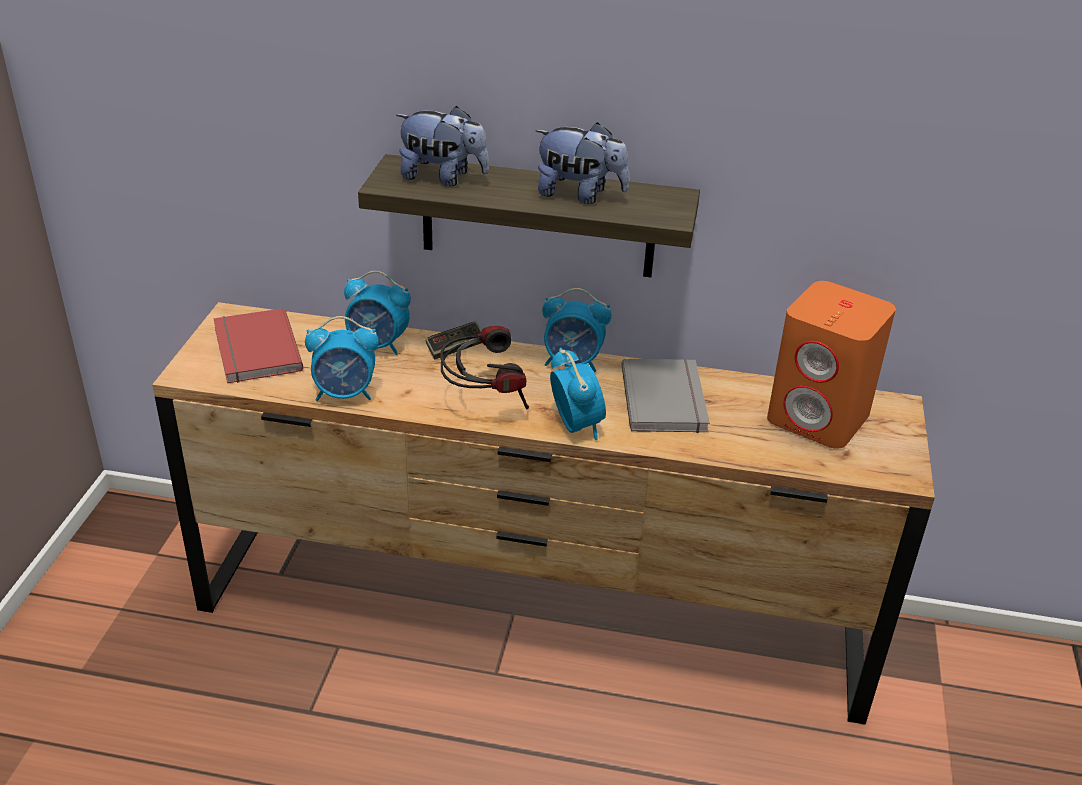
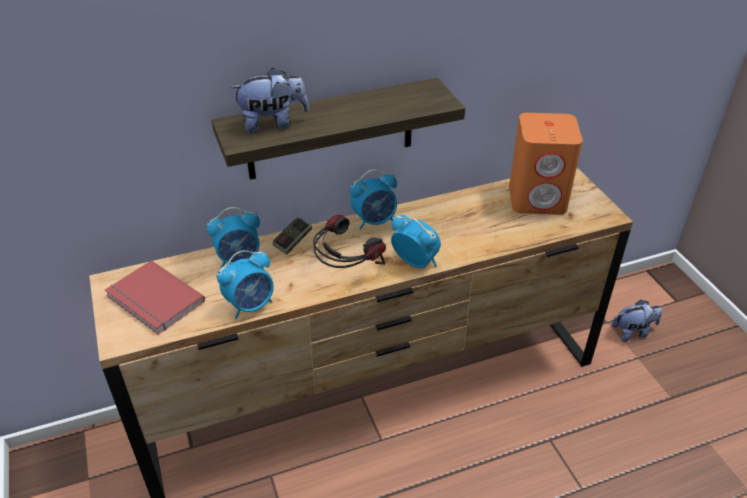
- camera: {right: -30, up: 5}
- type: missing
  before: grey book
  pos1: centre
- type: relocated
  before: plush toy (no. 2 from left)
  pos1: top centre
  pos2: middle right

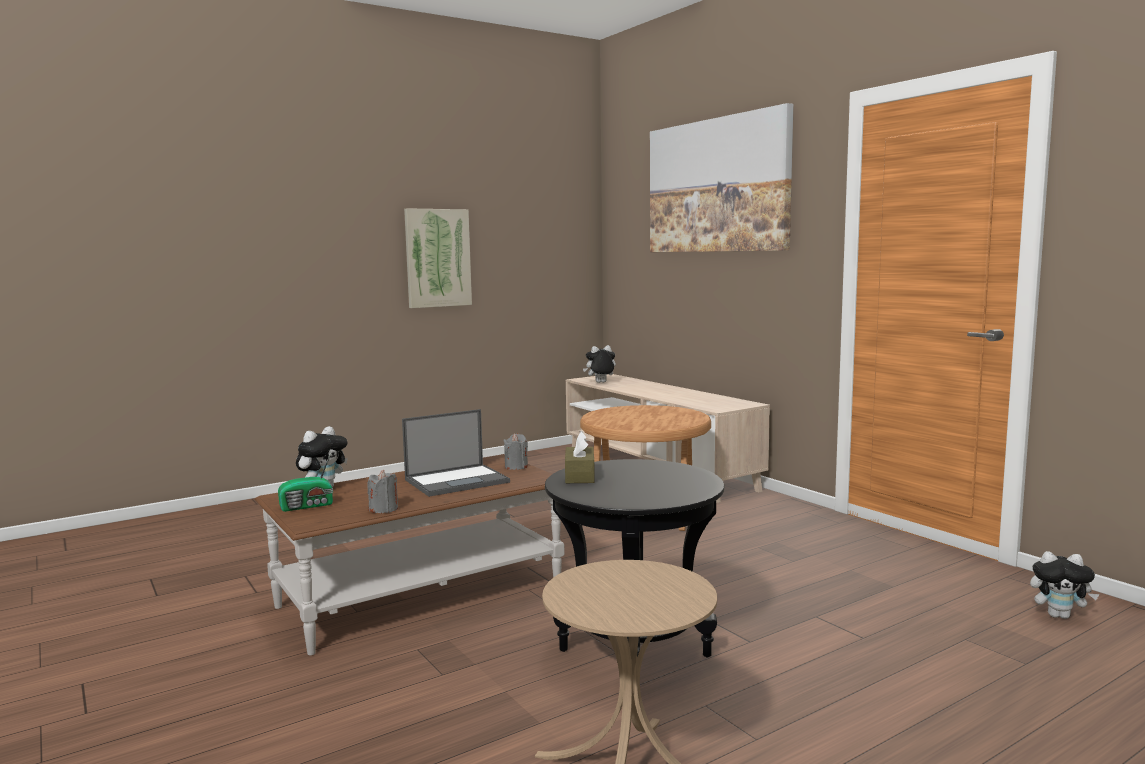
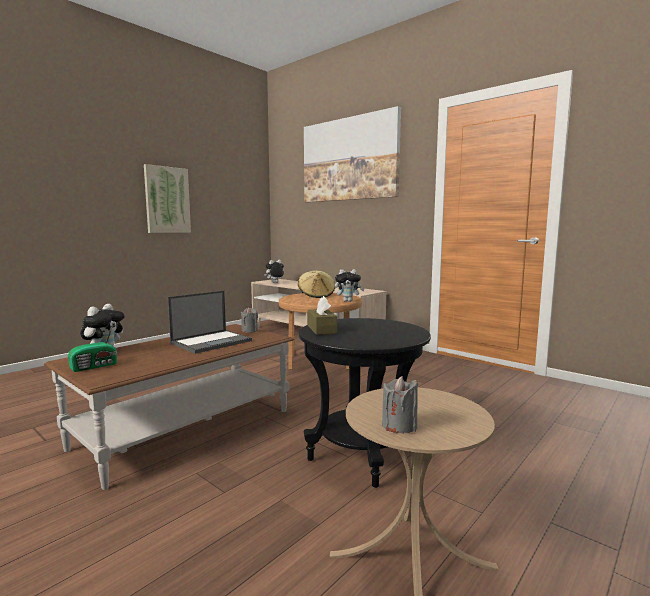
- camera: {right: -15, up: 0}
- type: appeared
  after: beige hat
  pos2: centre
- type: relocated
  before: grey candle (no. 1 from left in the first image)
  after: grey candle (no. 2 from left)
  pos1: centre
  pos2: bottom centre
- type: relocated
  before: plush toy (no. 3 from left)
  pos1: bottom right
  pos2: centre

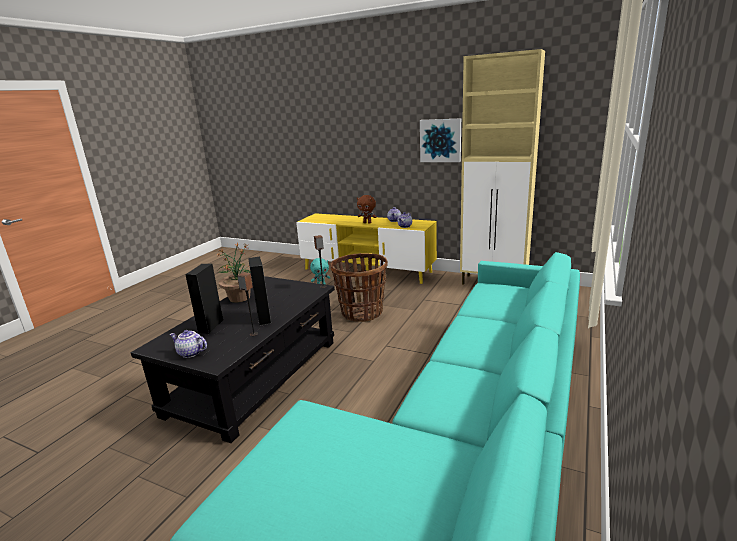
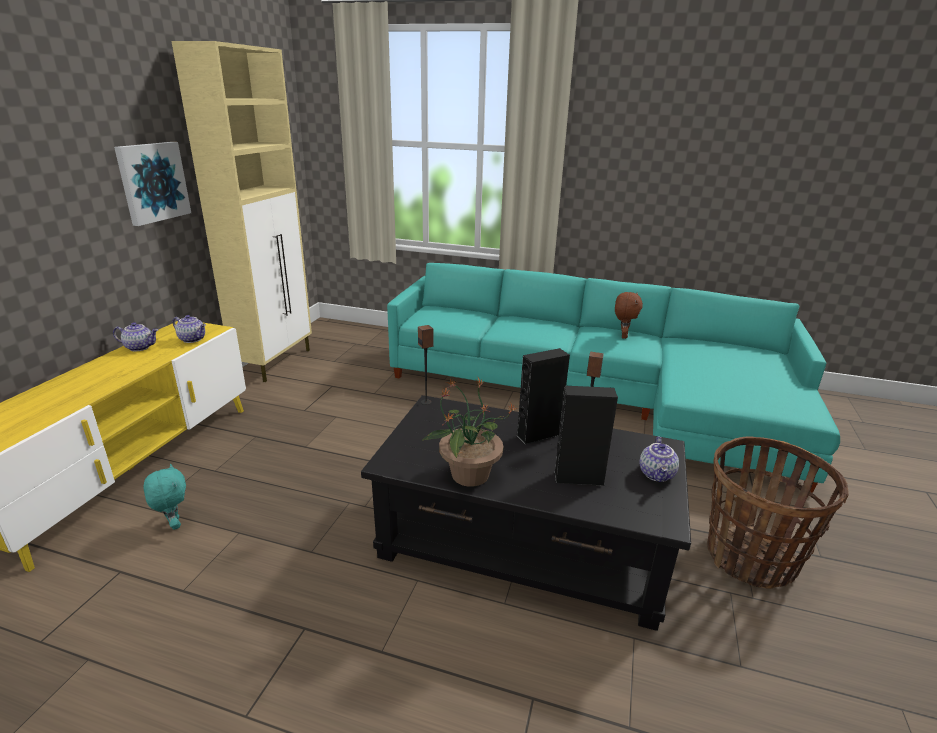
- camera: {right: -100, up: 5}
- type: relocated
  before: basket
  pos1: centre
  pos2: bottom right
- type: relocated
  before: brown plush toy
  pos1: centre
  pos2: middle right

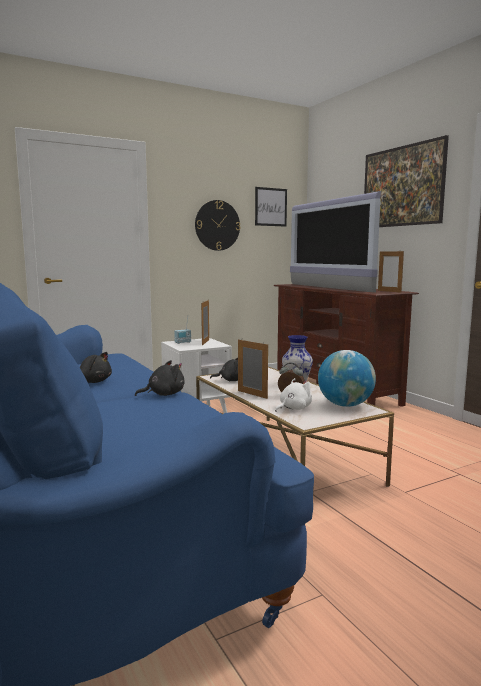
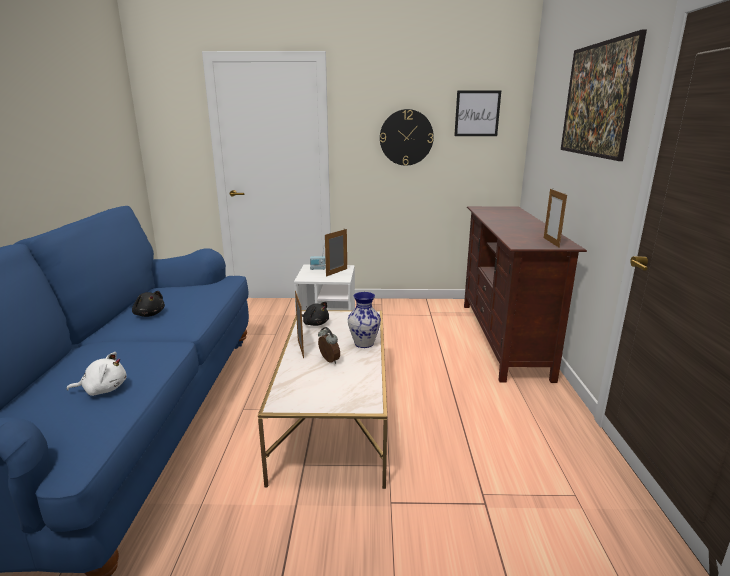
- camera: {right: 30, up: 10}
- type: missing
  before: black plush toy (no. 2 from left)
  pos1: middle left
- type: missing
  before: television
  pos1: middle right
- type: missing
  before: globe
  pos1: middle right
- type: relocated
  before: white plush toy
  pos1: centre
  pos2: middle left

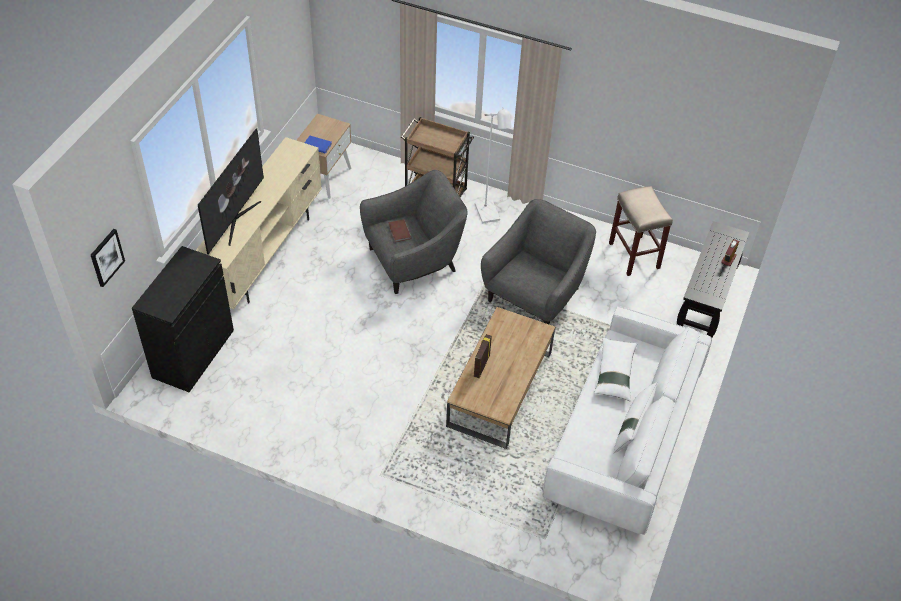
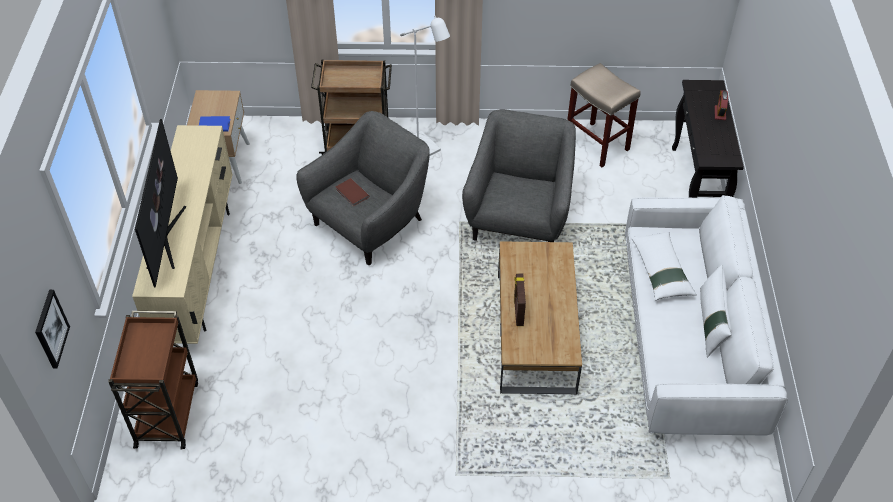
- camera: {right: -20, up: 0}
- type: exchanged
  before: black cabinet
  after: brown cart (no. 1 from left)
  pos1: middle left
  pos2: bottom left

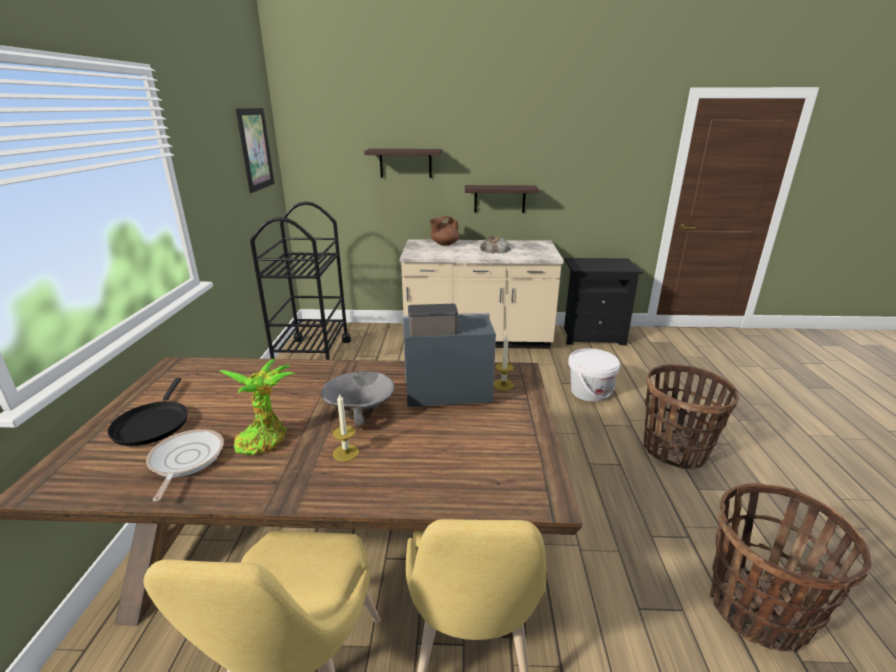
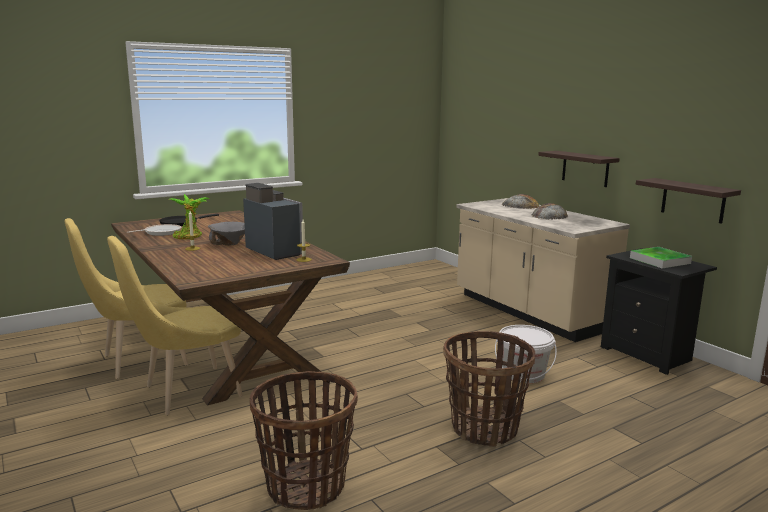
- camera: {right: 55, up: -10}
- type: missing
  before: picture
  pos1: top left
- type: missing
  before: black cart
  pos1: centre
- type: appeared
  after: tray
  pos2: middle right
- type: relocated
  before: shelf (no. 1 from left in the first image)
  after: shelf (no. 2 from left)
  pos1: top centre
  pos2: middle right
- type: exchanged
  before: brown teapot
  after: bread (no. 1 from left)
  pos1: centre
  pos2: middle right

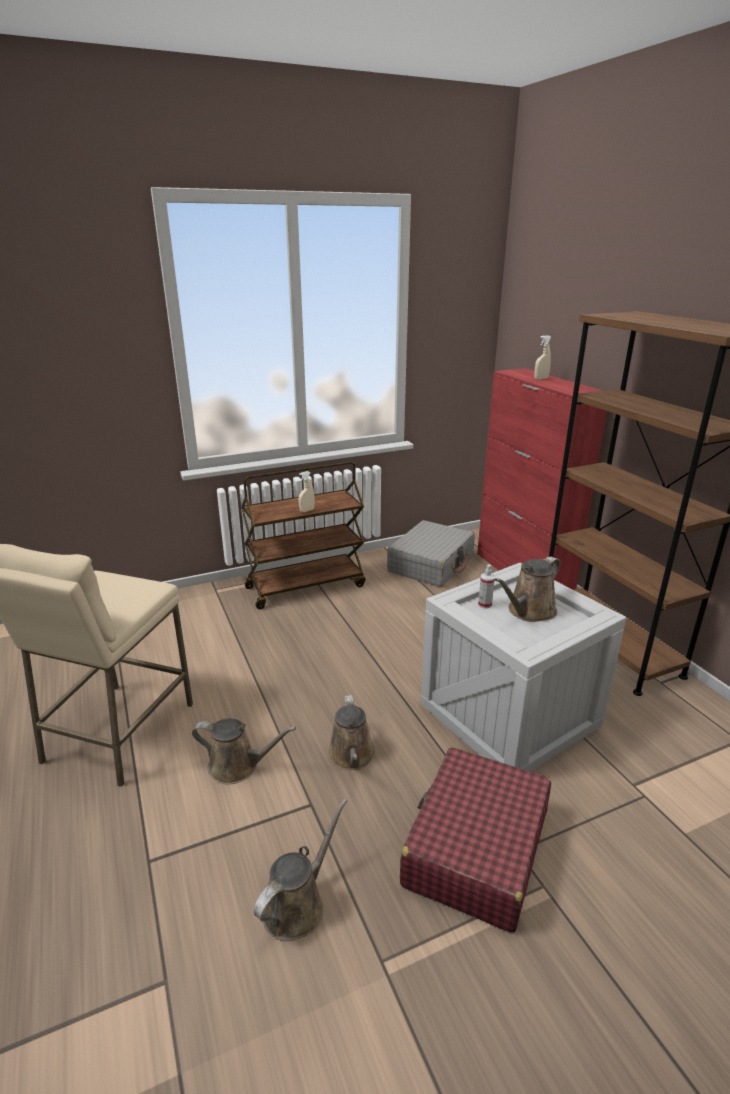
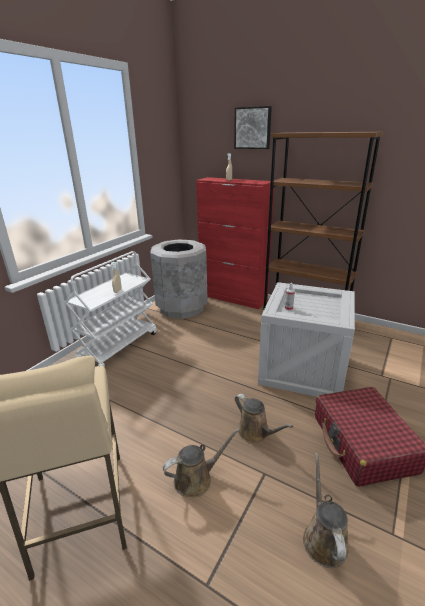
- camera: {right: -35, up: 0}
- type: missing
  before: brown watering can (no. 4 from left)
  pos1: middle right
- type: appeared
  after: picture
  pos2: top centre
- type: exchanged
  before: grey suitcase
  after: grey trash can
  pos1: centre
  pos2: centre
- type: colour
  before: brown cart
  after: white cart
  pos1: centre
  pos2: middle left

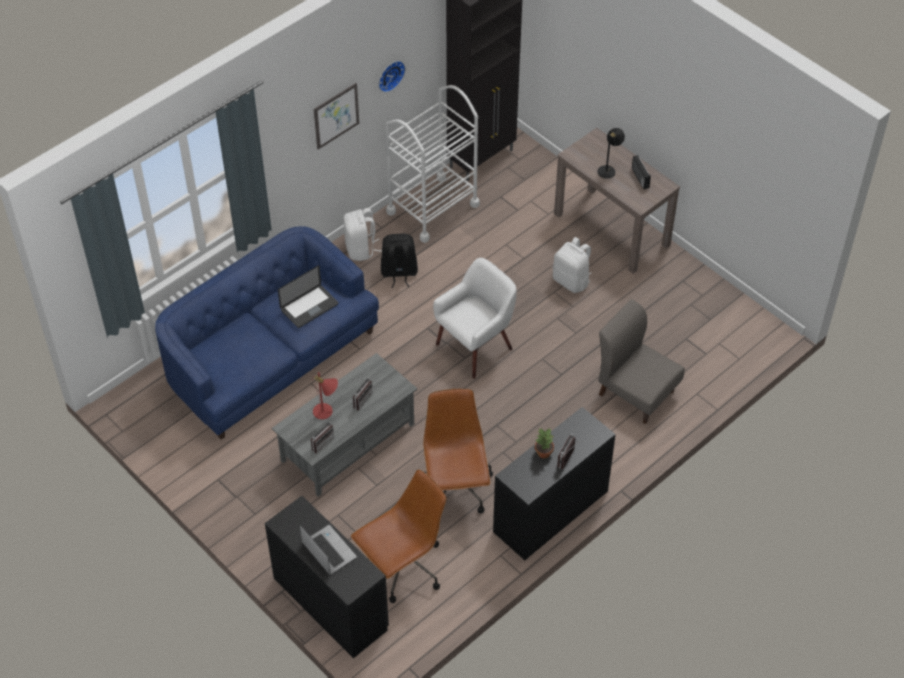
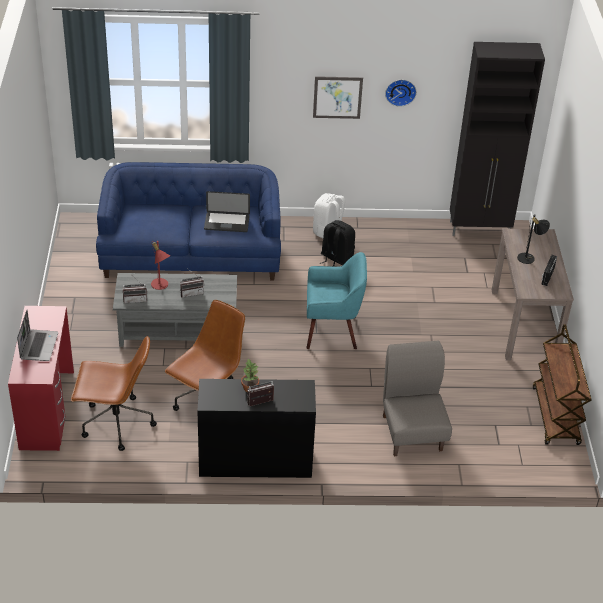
- camera: {right: 40, up: -10}
- type: missing
  before: white cart
  pos1: top centre
- type: missing
  before: white backpack (no. 2 from left)
  pos1: centre
- type: appeared
  after: brown cart
  pos2: middle right
- type: colour
  before: black desk (no. 1 from left)
  after: red desk
  pos1: bottom centre
  pos2: middle left
- type: colour
  before: white armchair
  after: turquoise armchair
  pos1: centre
  pos2: centre

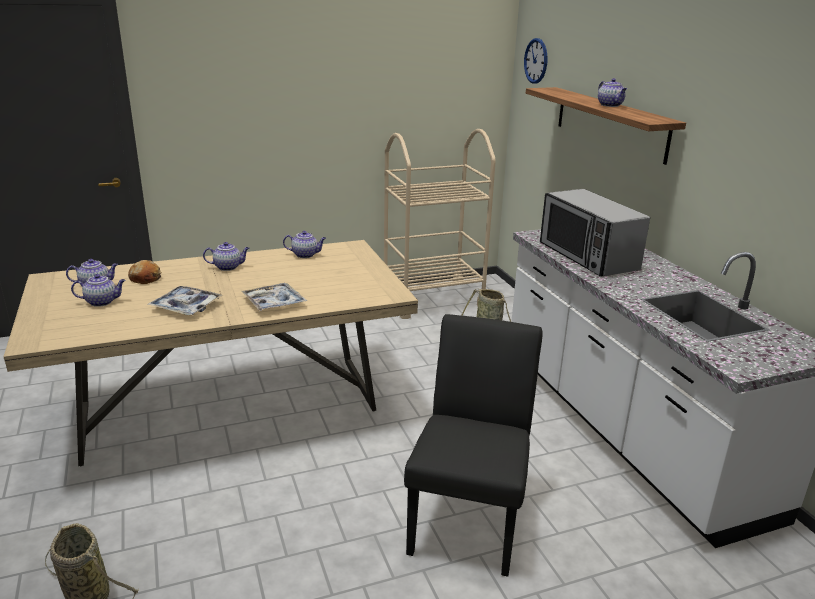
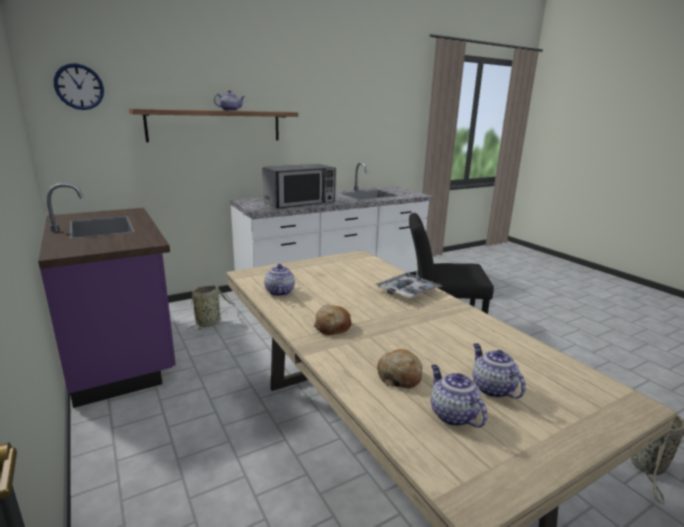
- camera: {right: -100, up: -5}
- type: missing
  before: tray (no. 1 from left)
  pos1: middle left
- type: exchanged
  before: teapot (no. 3 from left)
  after: bread (no. 1 from left)
  pos1: middle left
  pos2: centre
- type: exchanged
  before: beige cart
  after: purple counter
  pos1: centre
  pos2: middle left

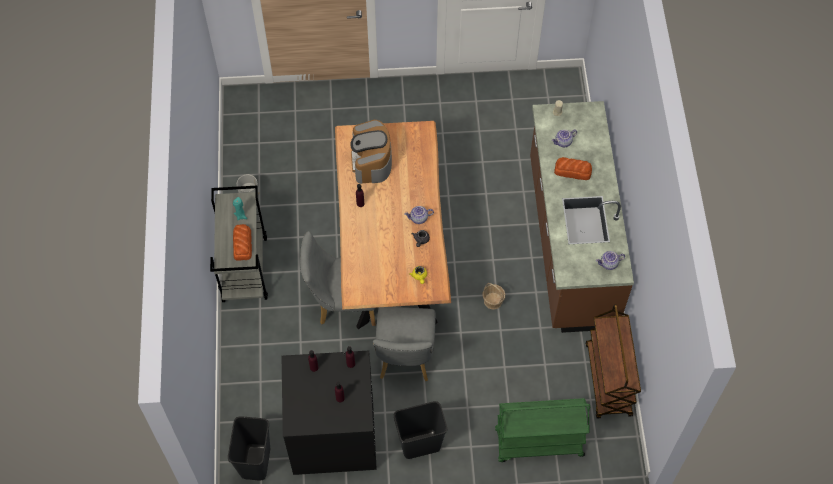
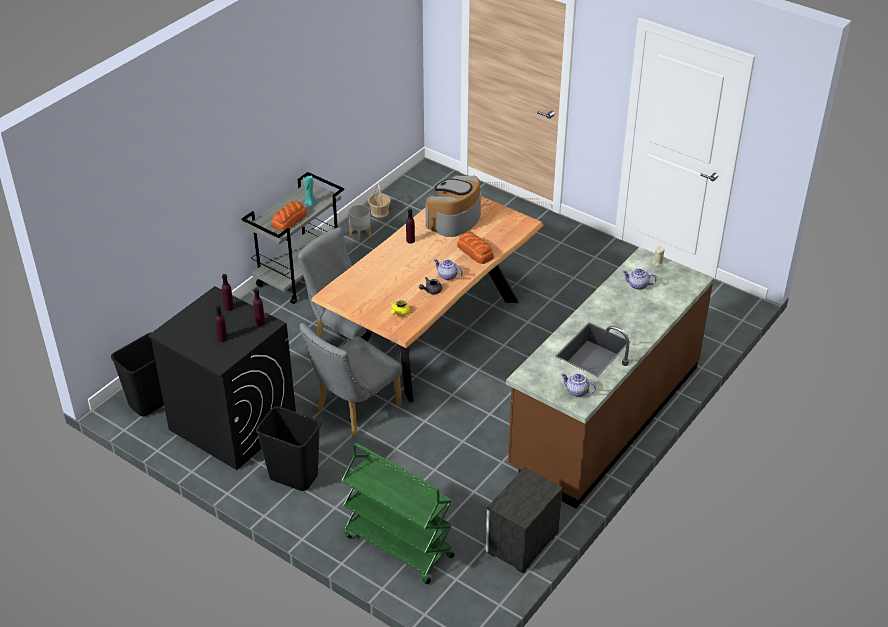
- camera: {right: 40, up: -20}
- type: relocated
  before: basket
  pos1: centre
  pos2: top centre
- type: relocated
  before: bread (no. 2 from left)
  pos1: middle right
  pos2: centre
- type: exchanged
  before: brown cart
  after: nightstand
  pos1: bottom right
  pos2: bottom centre

